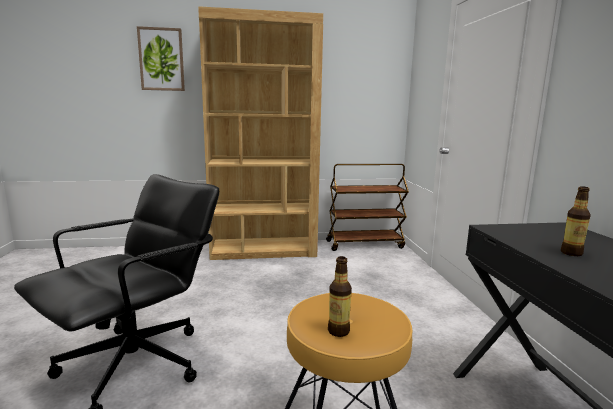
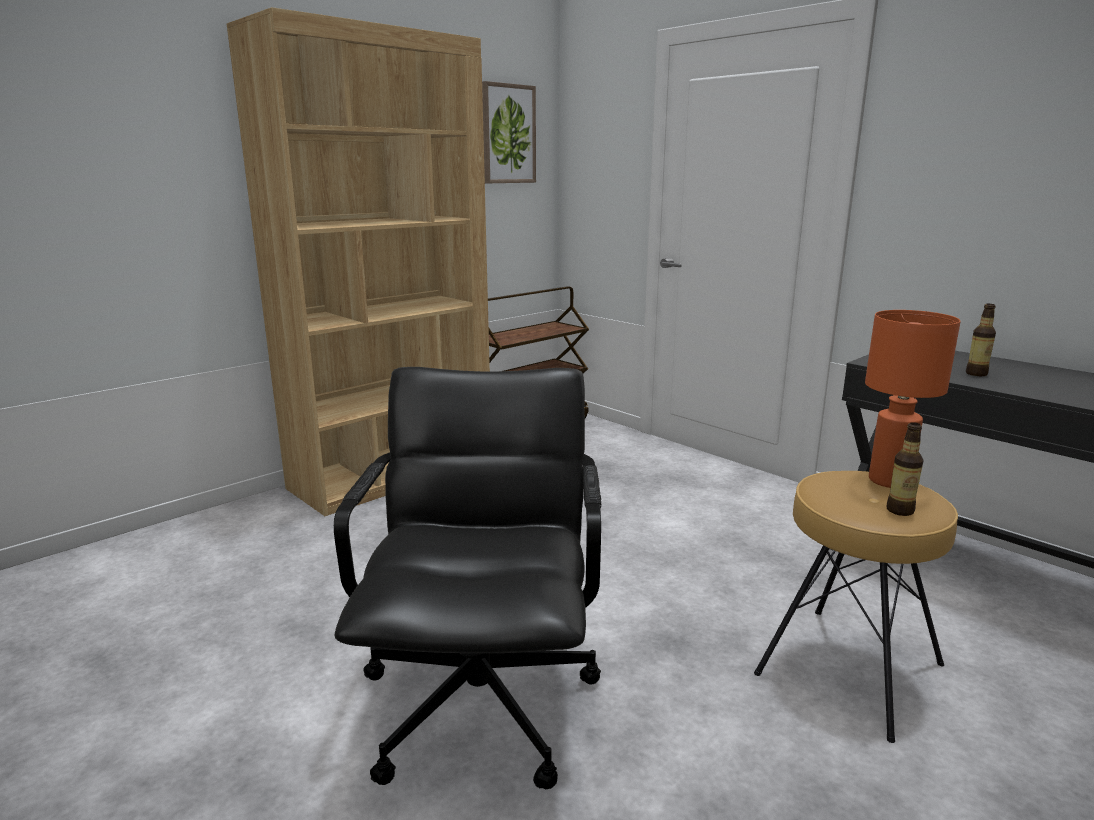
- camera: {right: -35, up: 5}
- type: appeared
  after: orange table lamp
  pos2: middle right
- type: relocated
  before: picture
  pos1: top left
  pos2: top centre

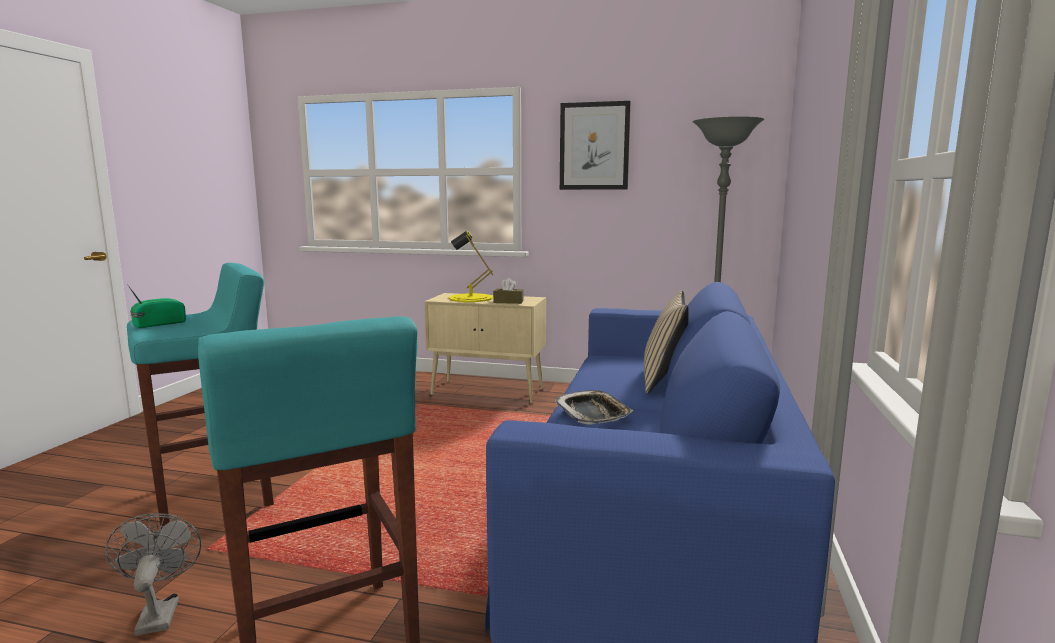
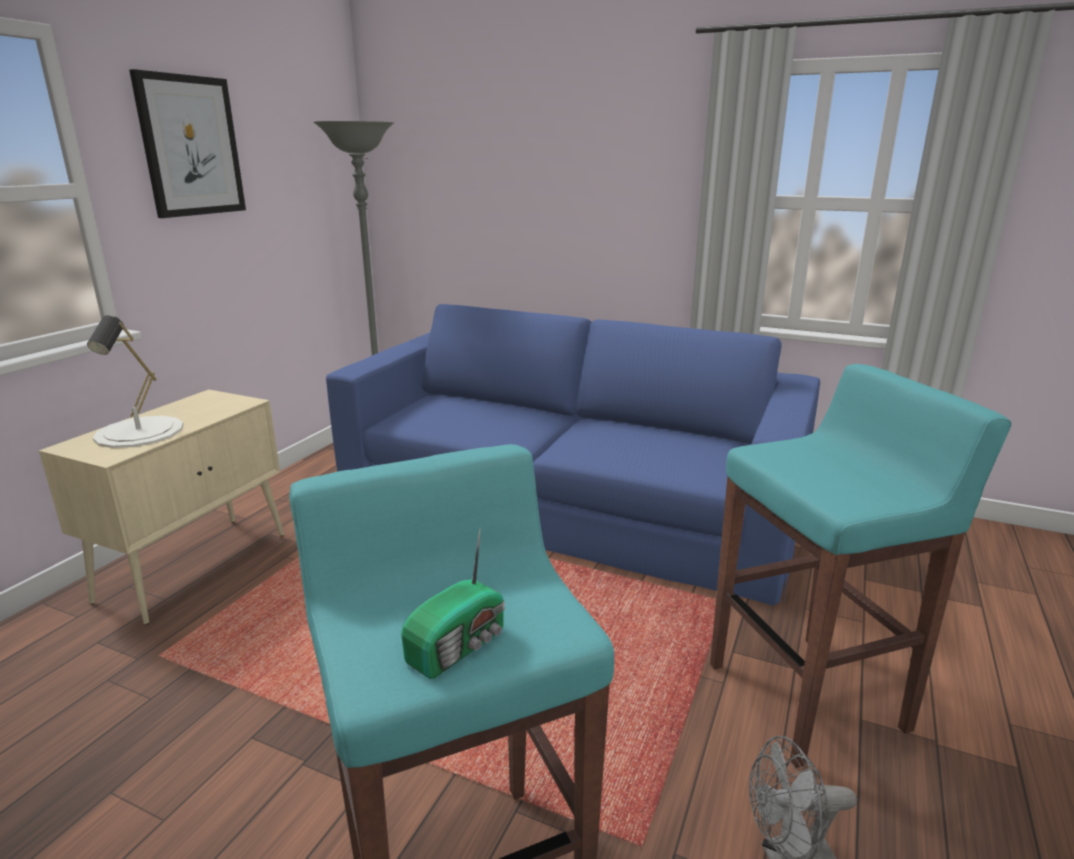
- camera: {right: -80, up: 10}
- type: missing
  before: brown tissue box
  pos1: centre
- type: missing
  before: tray
  pos1: centre
- type: missing
  before: beige pillow
  pos1: centre
- type: colour
  before: yellow table lamp
  after: white table lamp
  pos1: centre
  pos2: middle left
- type: spun
  before: radio
  pos1: middle left
  pos2: bottom centre
  turn: -105

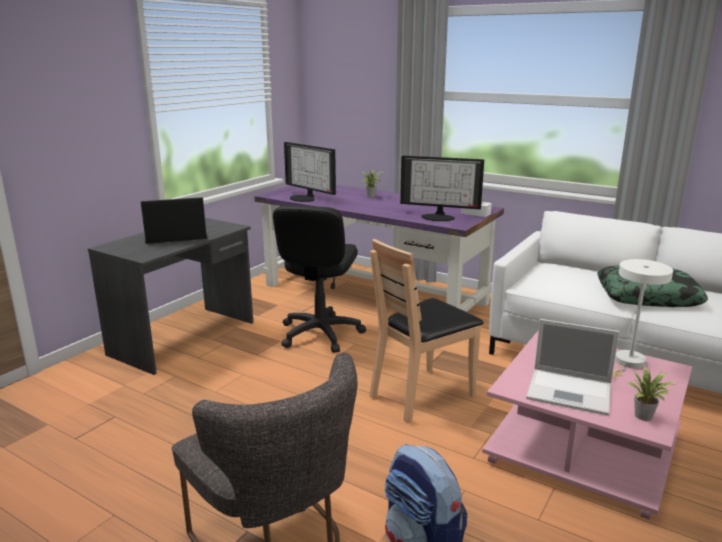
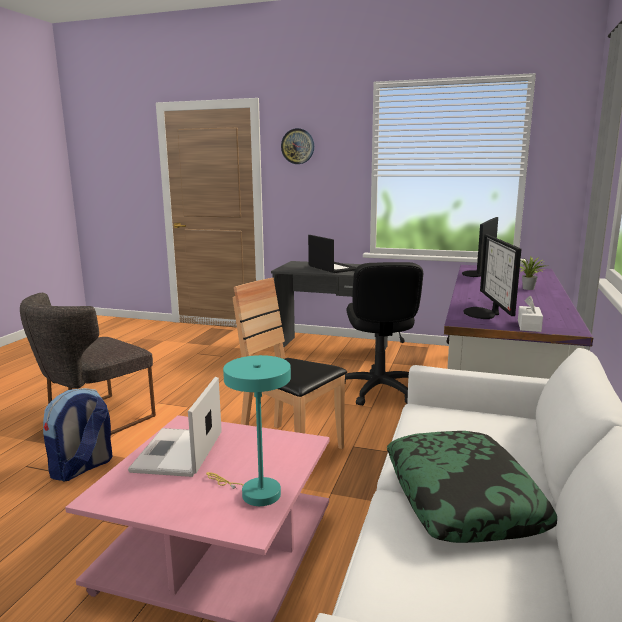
- camera: {right: 75, up: -5}
- type: missing
  before: potted plant (no. 2 from left)
  pos1: bottom right
- type: appeared
  after: wall clock
  pos2: top centre
- type: colour
  before: white table lamp
  after: turquoise table lamp
  pos1: middle right
  pos2: bottom centre
- type: spun
  before: black office chair
  pos1: centre
  pos2: centre
  turn: -90

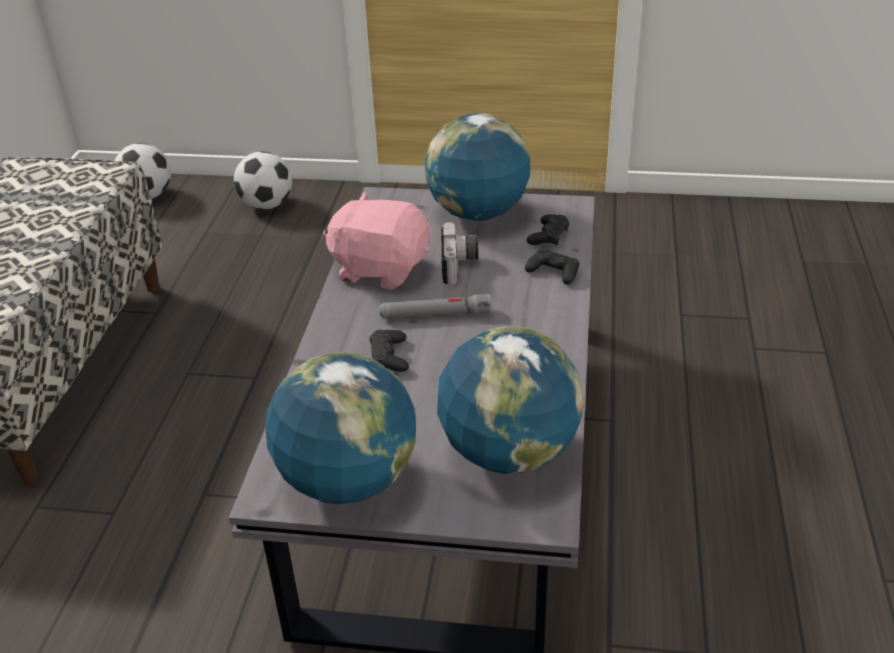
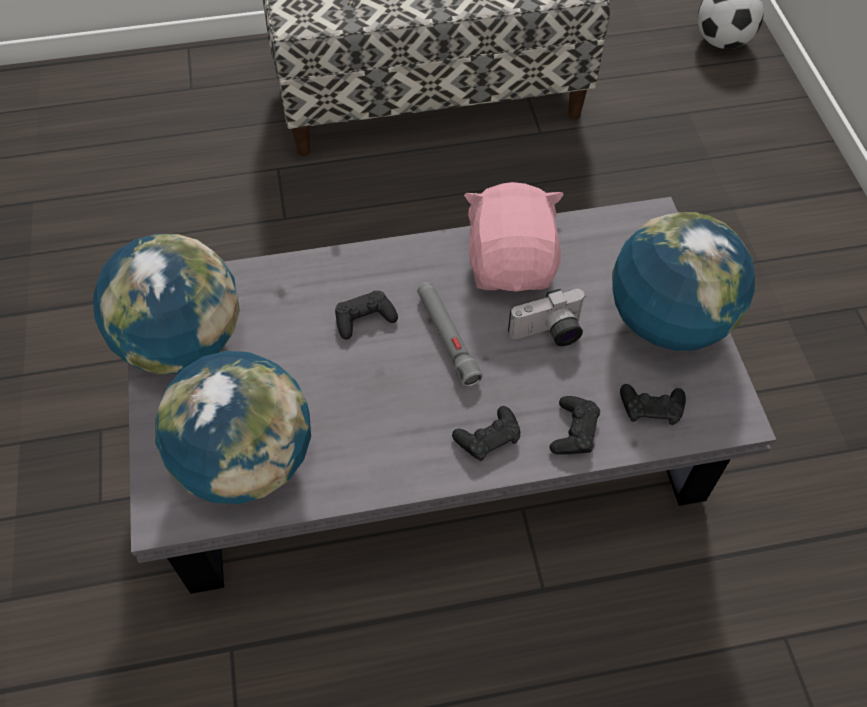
- camera: {right: 70, up: 20}
- type: missing
  before: football (no. 2 from left)
  pos1: top left
- type: appeared
  after: black game controller (no. 2 from left)
  pos2: centre

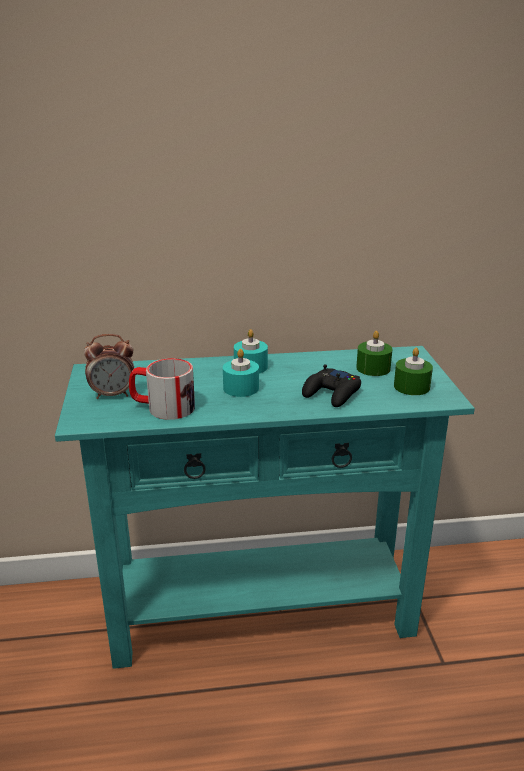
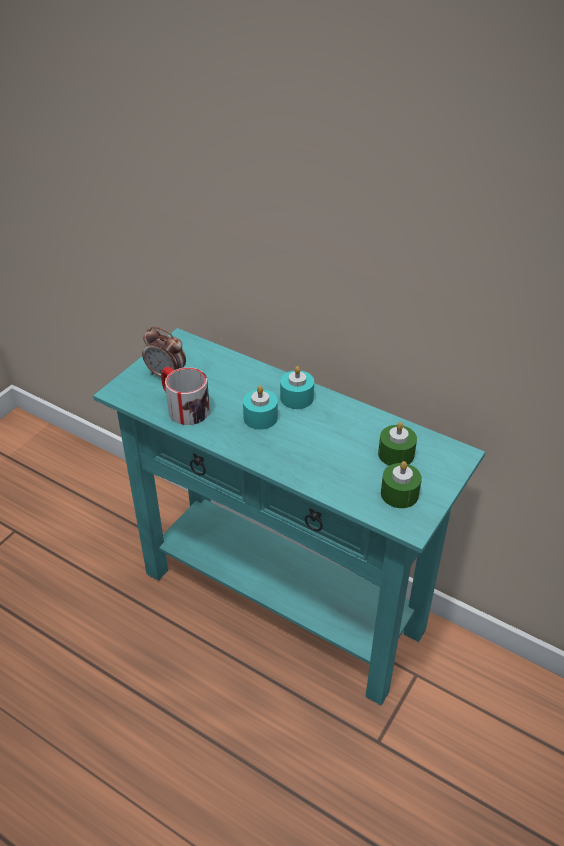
- camera: {right: 40, up: 15}
- type: missing
  before: black game controller
  pos1: centre

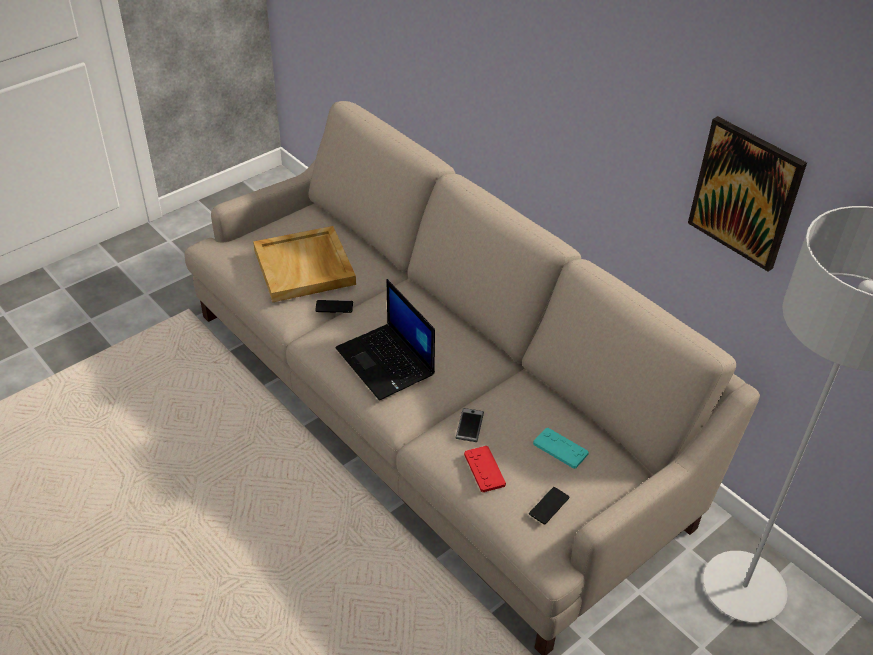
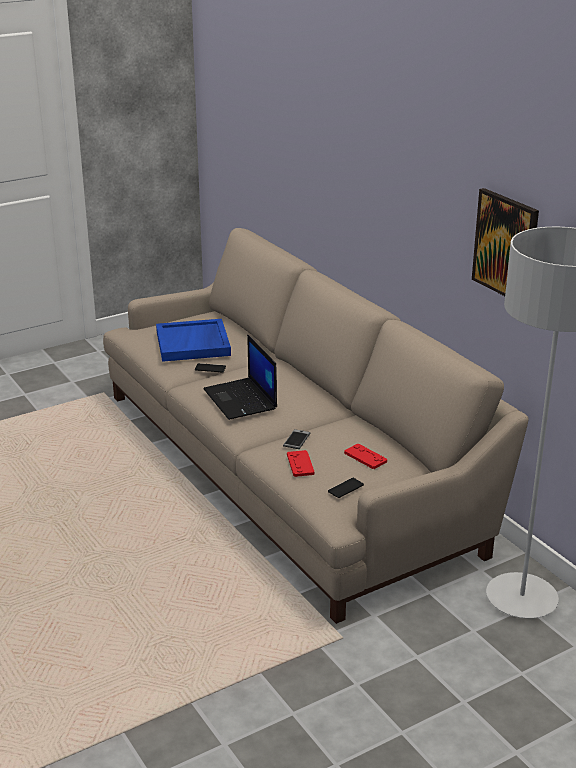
- camera: {right: 10, up: -15}
- type: colour
  before: beige tray
  after: blue tray
  pos1: centre
  pos2: centre
- type: colour
  before: turquoise game controller
  after: red game controller (no. 2 from left)
  pos1: bottom centre
  pos2: centre

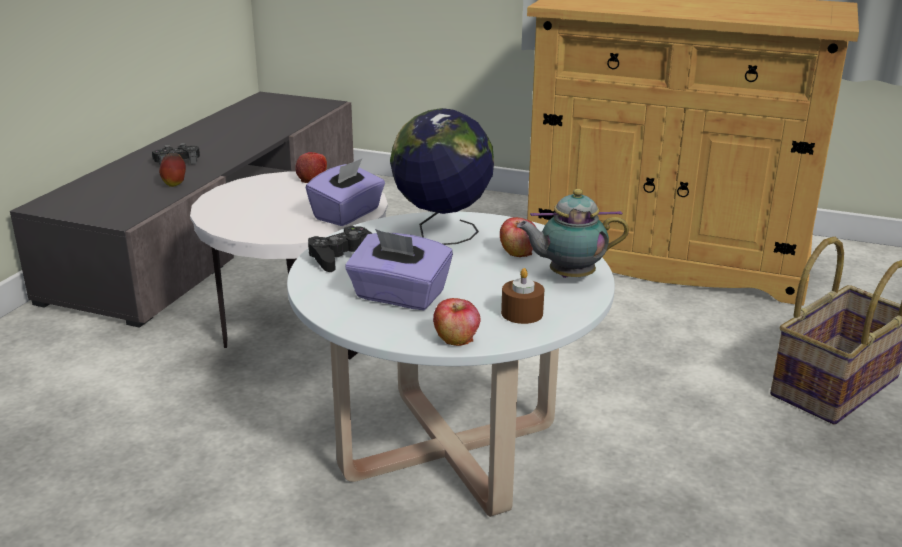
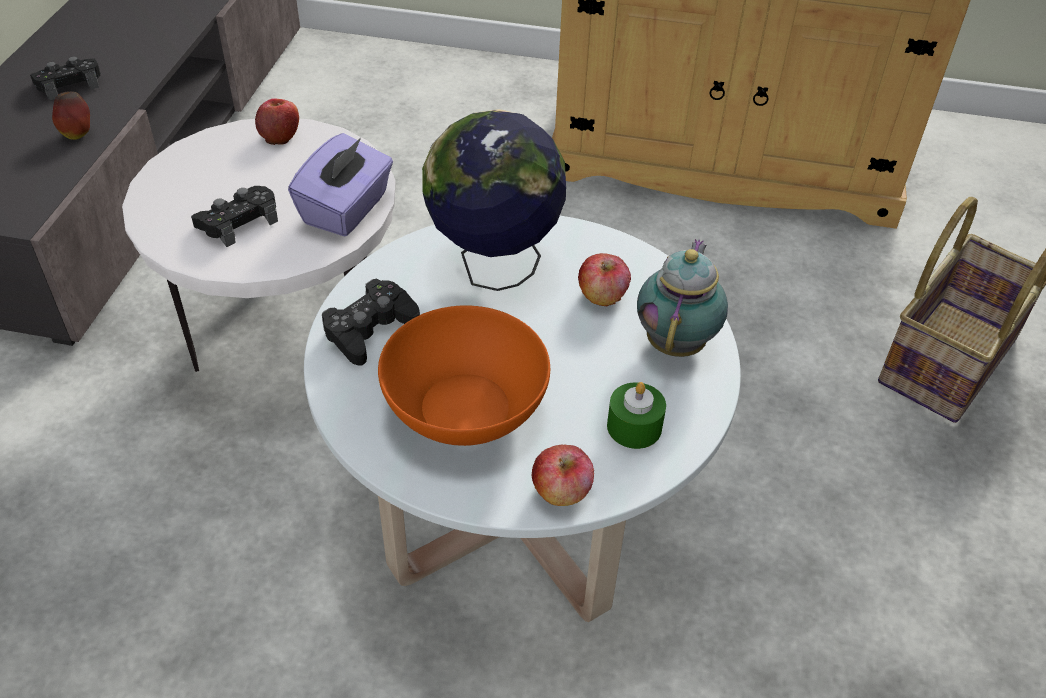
- camera: {right: -10, up: 20}
- type: appeared
  after: black game controller (no. 2 from left)
  pos2: top left
- type: exchanged
  before: purple tissue box (no. 2 from left)
  after: orange bowl
  pos1: centre
  pos2: centre
- type: colour
  before: brown candle
  after: green candle
  pos1: centre
  pos2: centre
- type: spun
  before: teapot
  pos1: centre
  pos2: centre
  turn: 120

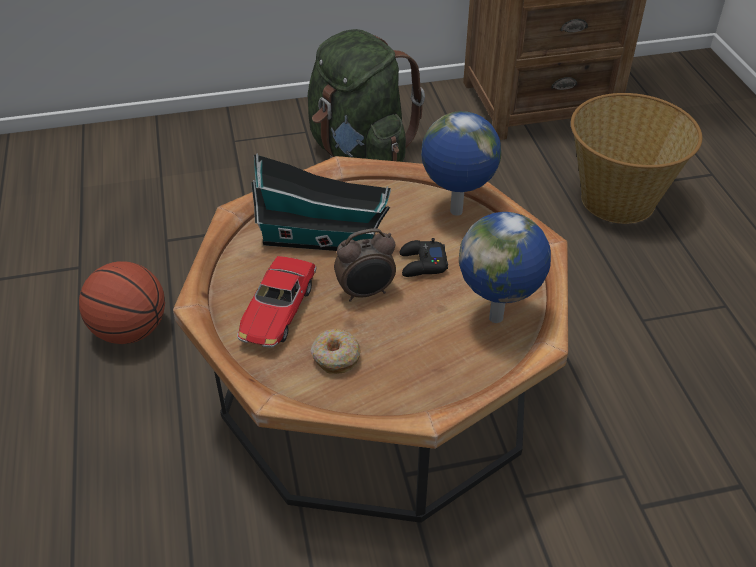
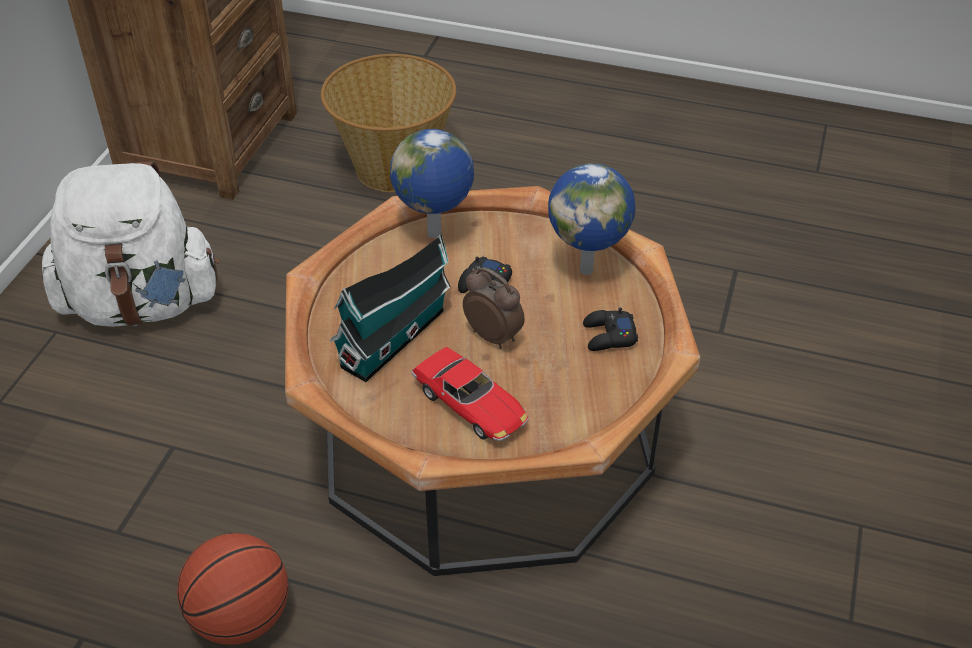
- camera: {right: -60, up: 0}
- type: missing
  before: donut
  pos1: centre
- type: appeared
  after: black game controller (no. 2 from left)
  pos2: centre
- type: colour
  before: green backpack
  after: white backpack
  pos1: top centre
  pos2: middle left
- type: spun
  before: alarm clock
  pos1: centre
  pos2: centre
  turn: -60

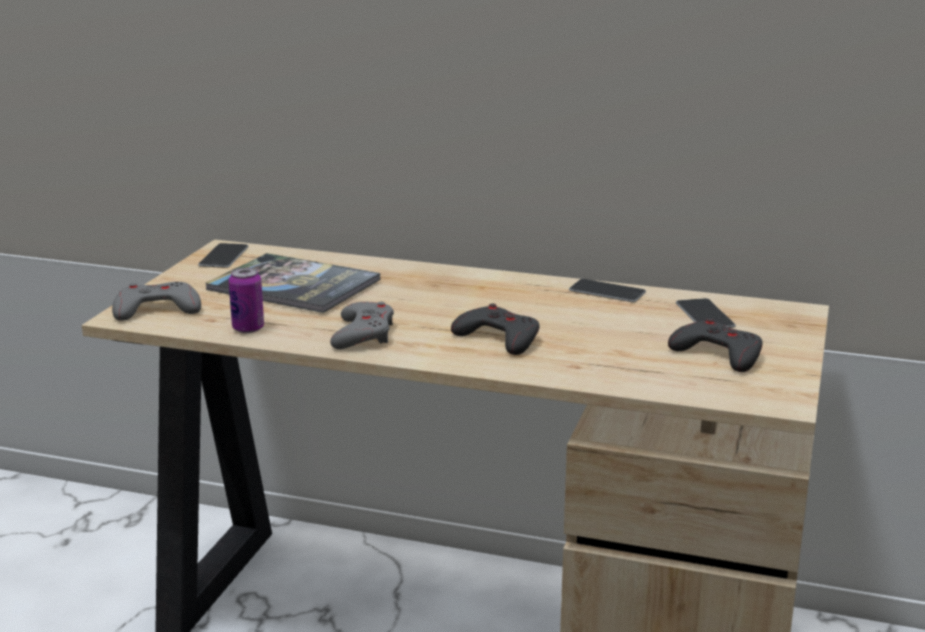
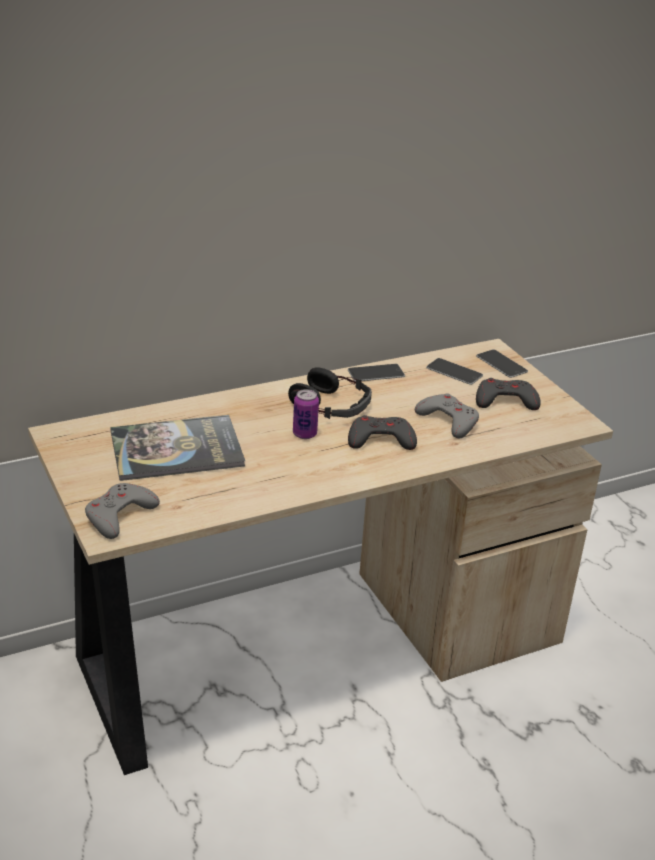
- camera: {right: -45, up: 10}
- type: appeared
  after: headphones
  pos2: centre
- type: relocated
  before: phone (no. 1 from left in the first image)
  after: phone (no. 3 from left)
  pos1: middle left
  pos2: middle right
- type: relocated
  before: can
  pos1: middle left
  pos2: centre
- type: relocated
  before: grey game controller (no. 2 from left in the first image)
  after: grey game controller (no. 3 from left)
  pos1: centre
  pos2: middle right

